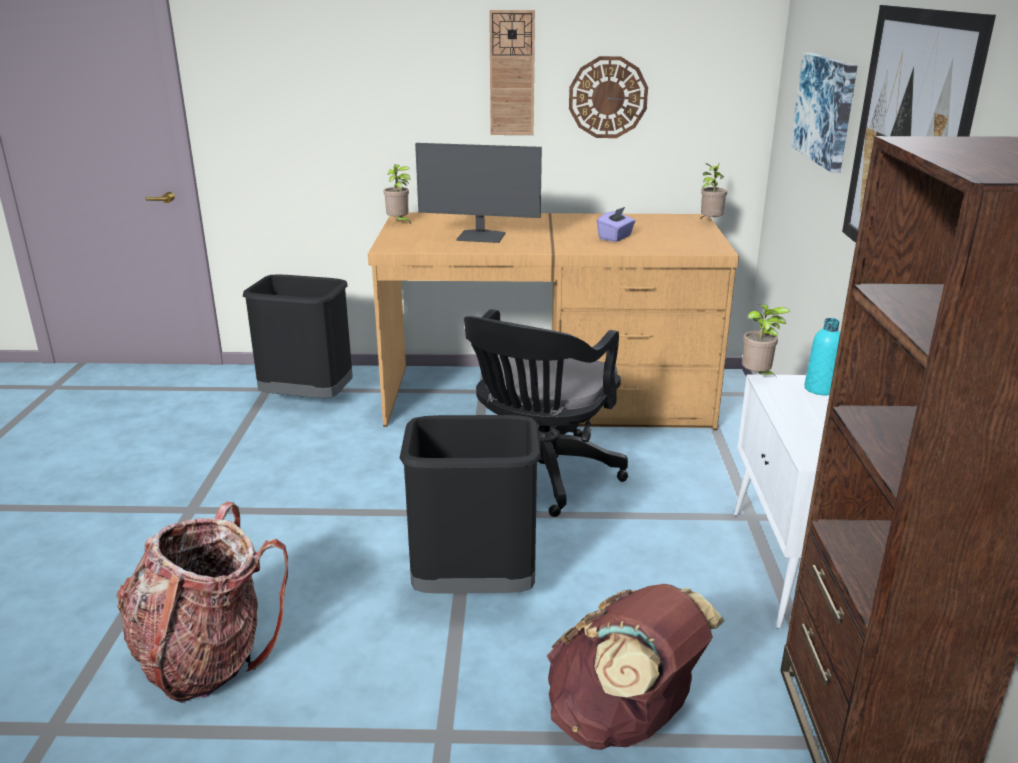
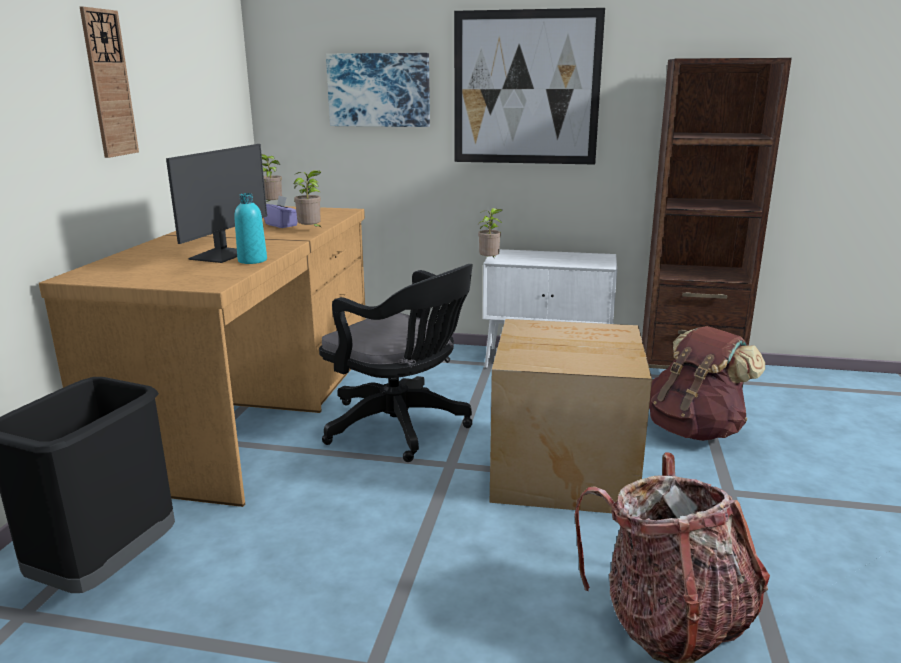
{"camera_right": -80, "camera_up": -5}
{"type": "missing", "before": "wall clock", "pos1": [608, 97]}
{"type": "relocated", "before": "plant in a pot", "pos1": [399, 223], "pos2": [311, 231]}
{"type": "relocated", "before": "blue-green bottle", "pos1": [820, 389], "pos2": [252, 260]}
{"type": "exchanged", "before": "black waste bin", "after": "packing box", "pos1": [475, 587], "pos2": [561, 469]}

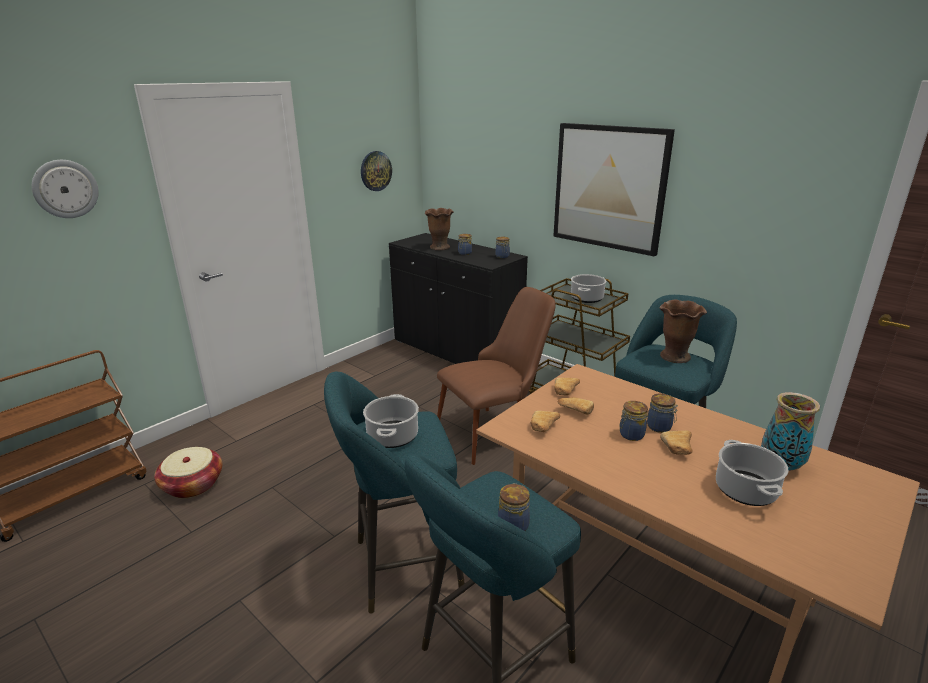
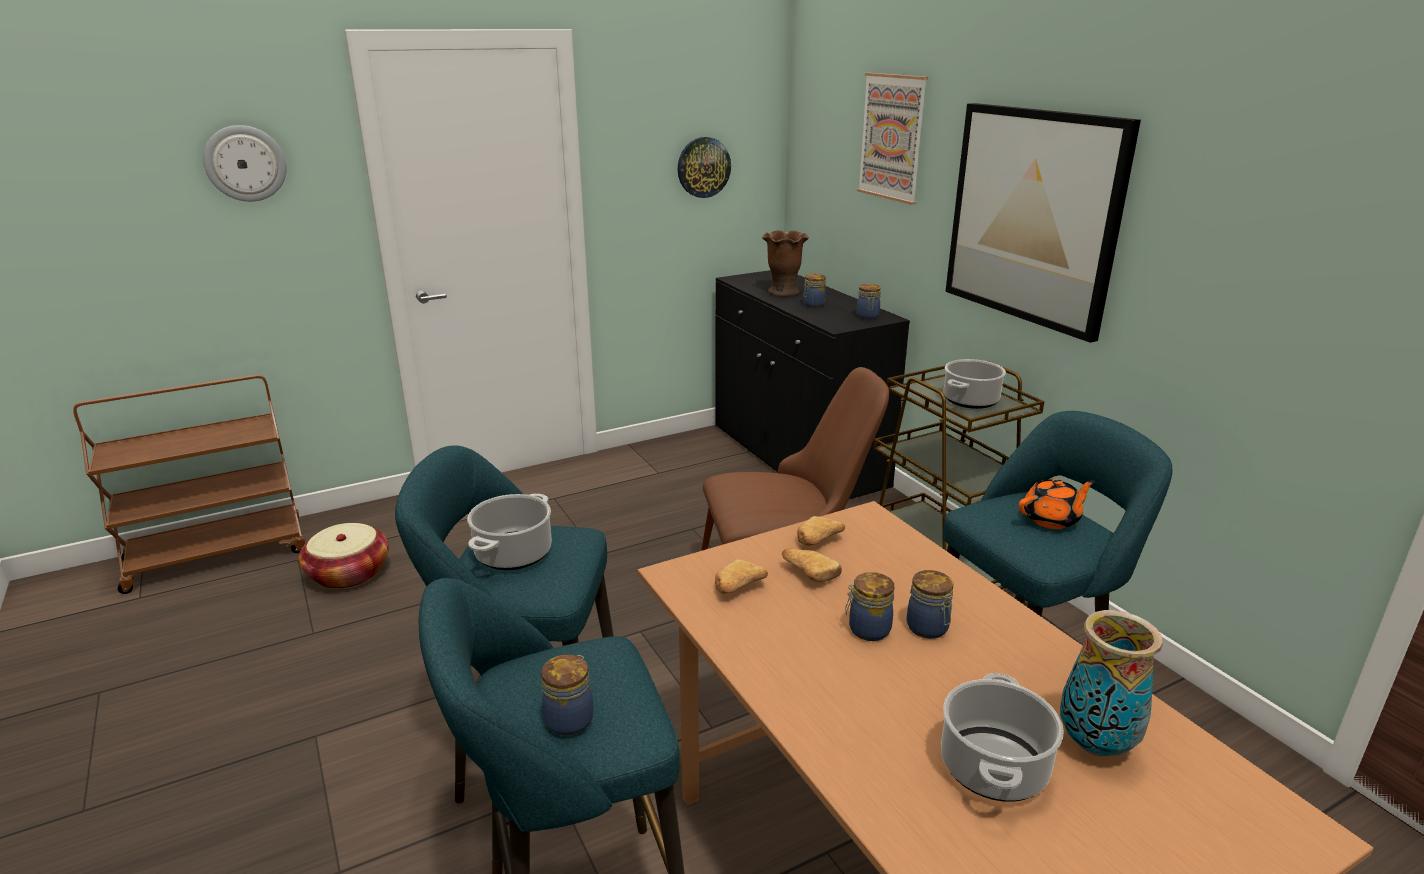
{"camera_right": 20, "camera_up": 0}
{"type": "exchanged", "before": "brownish flower vase", "after": "orange teapot", "pos1": [674, 356], "pos2": [1051, 519]}
{"type": "missing", "before": "baked bread", "pos1": [677, 449]}
{"type": "appeared", "after": "picture", "pos2": [892, 137]}

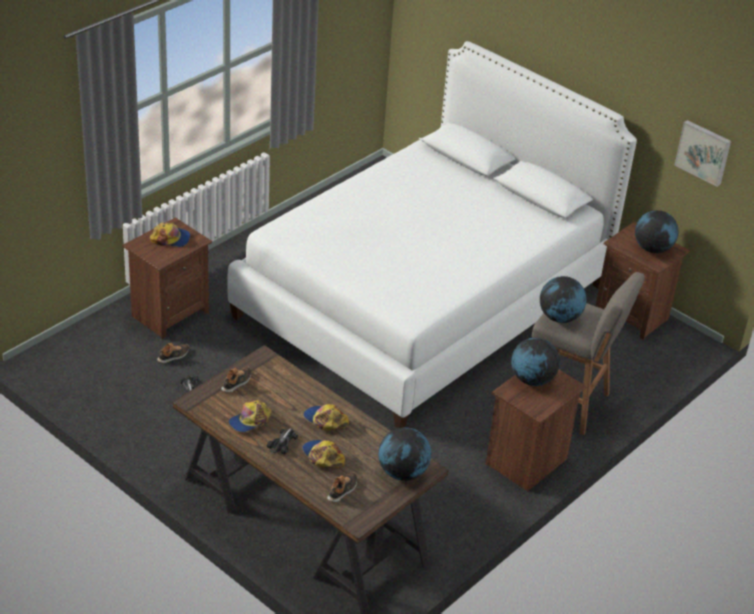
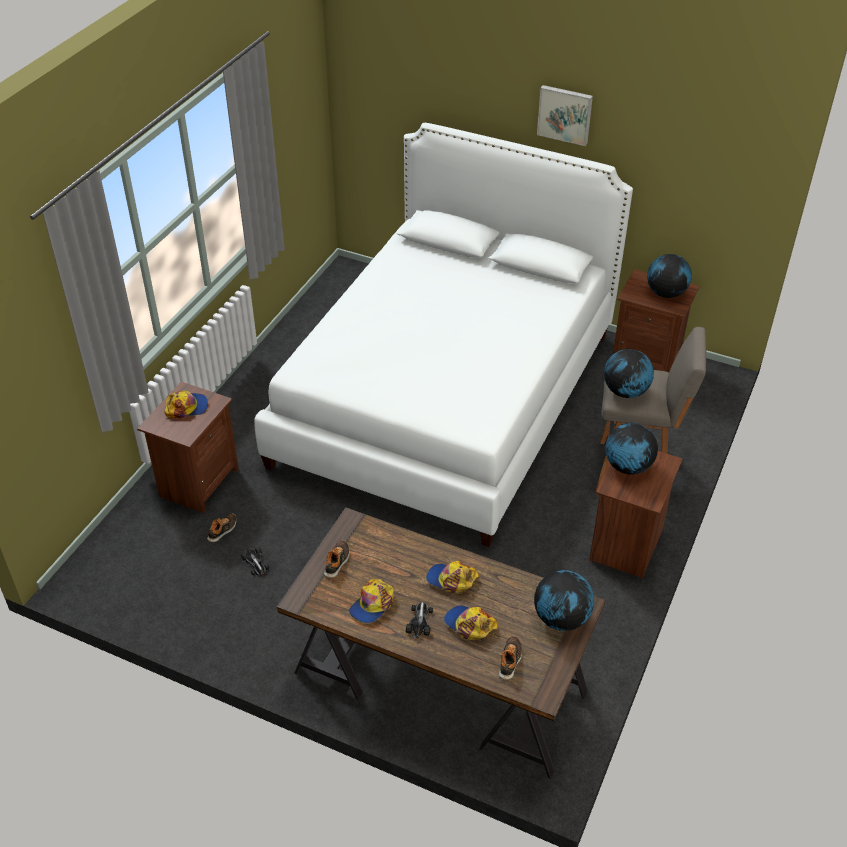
{"camera_right": -15, "camera_up": 5}
{"type": "relocated", "before": "picture", "pos1": [704, 152], "pos2": [565, 114]}

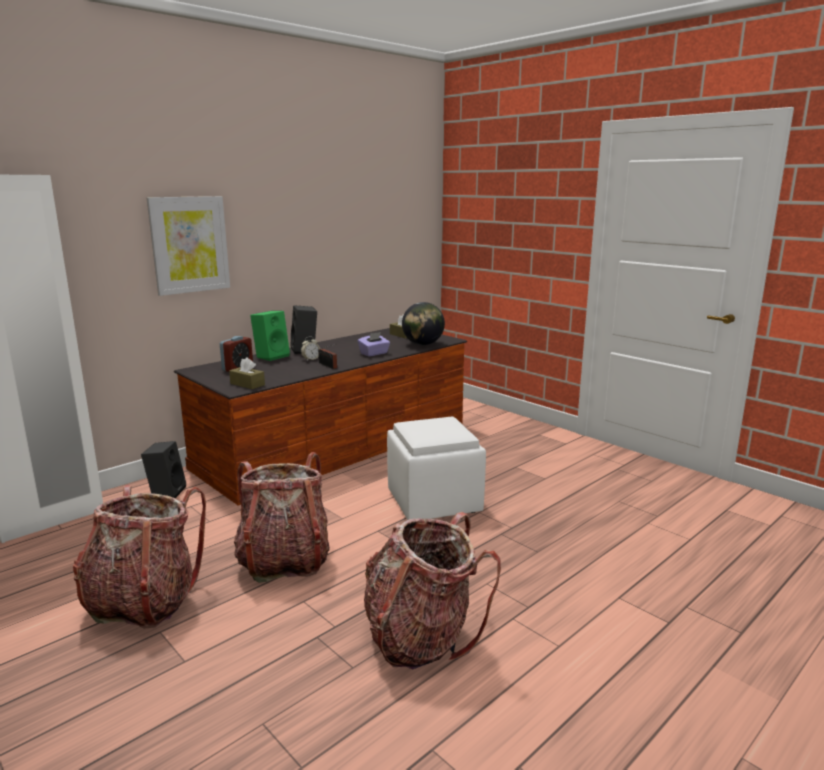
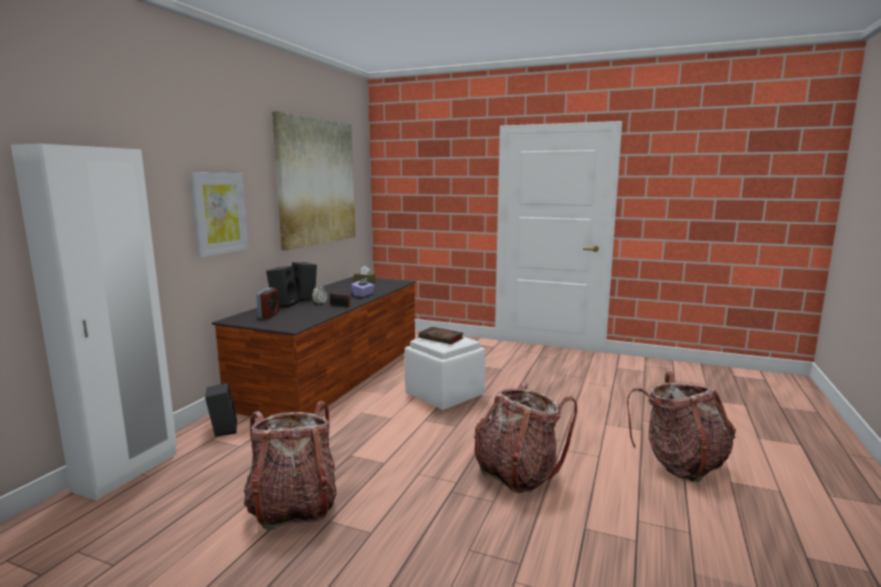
{"camera_right": -25, "camera_up": -5}
{"type": "missing", "before": "world globe", "pos1": [423, 344]}
{"type": "colour", "before": "green-coloured speaker", "after": "black speaker", "pos1": [272, 356], "pos2": [283, 304]}
{"type": "missing", "before": "brownish tissue box", "pos1": [247, 384]}
{"type": "relocated", "before": "knapsack", "pos1": [284, 560], "pos2": [681, 463]}
{"type": "appeared", "after": "picture", "pos2": [316, 182]}
{"type": "appeared", "after": "book", "pos2": [442, 338]}

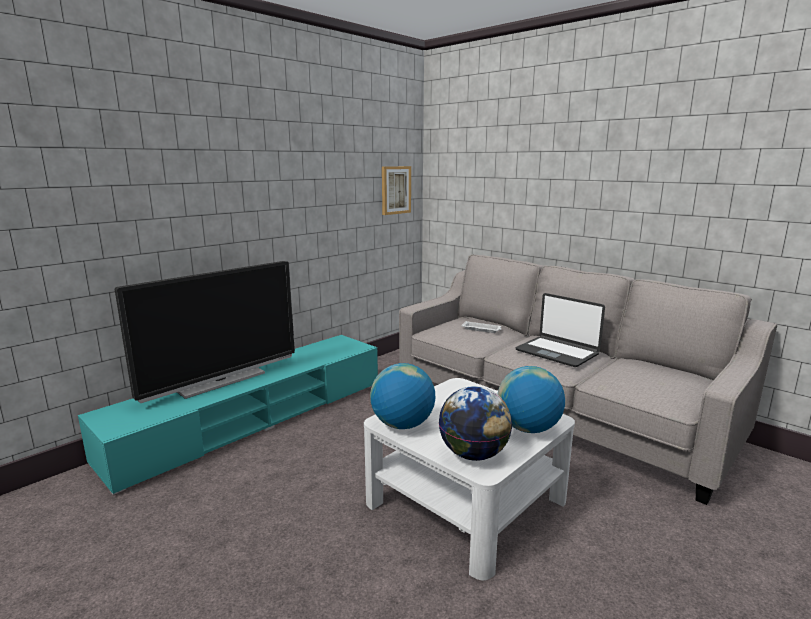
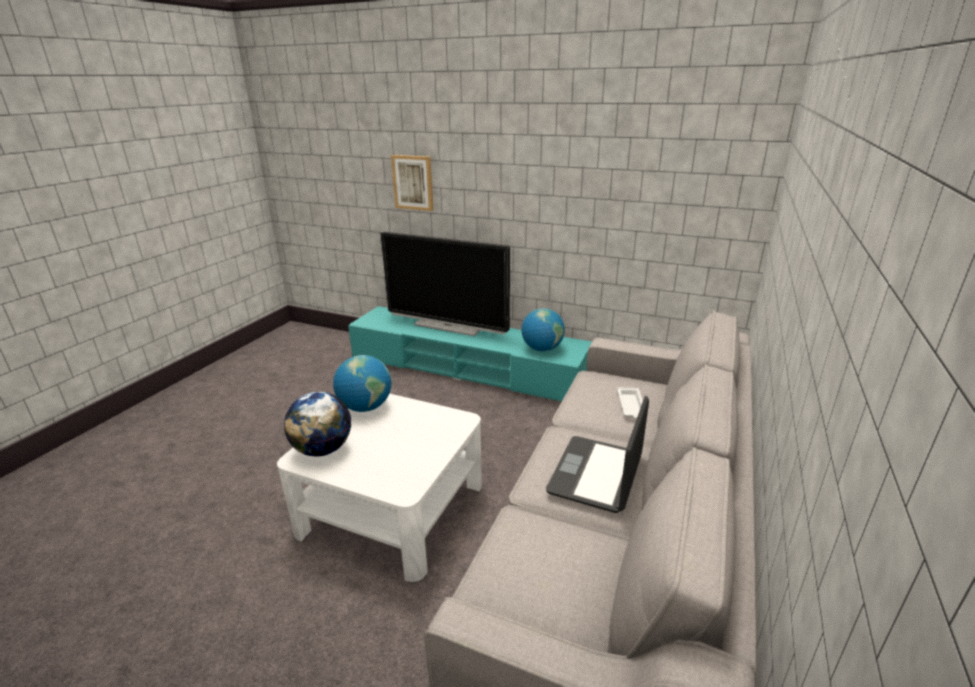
{"camera_right": 70, "camera_up": 10}
{"type": "relocated", "before": "picture", "pos1": [395, 190], "pos2": [413, 182]}
{"type": "relocated", "before": "world globe", "pos1": [528, 428], "pos2": [542, 349]}

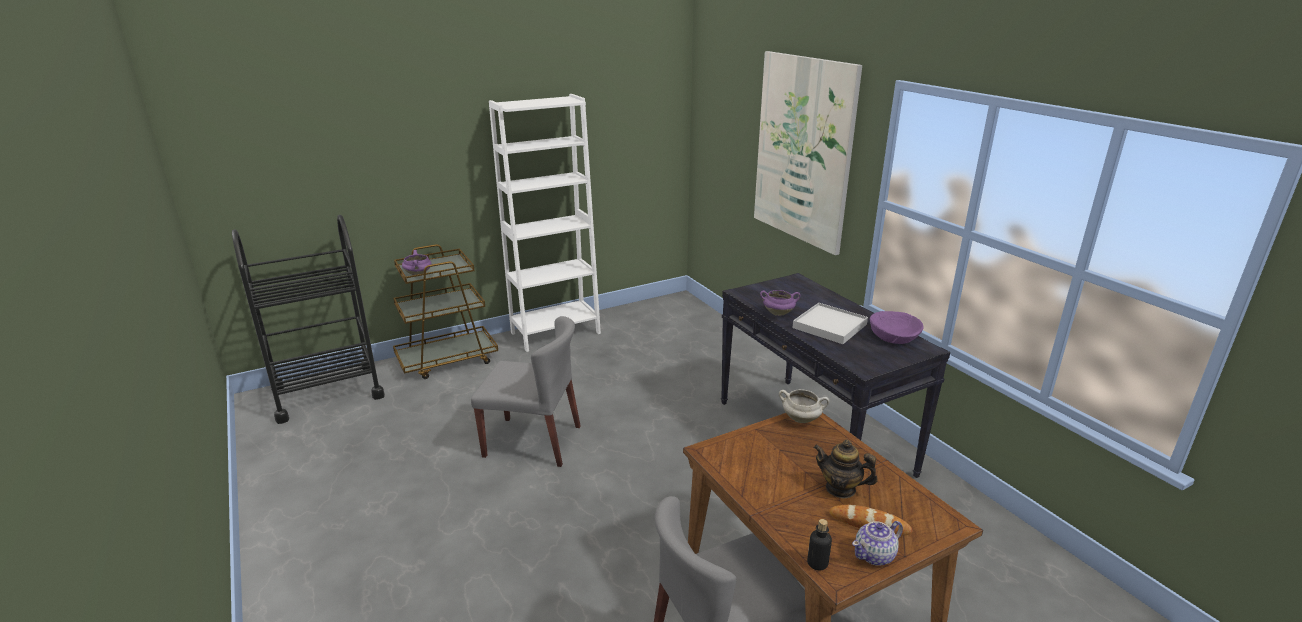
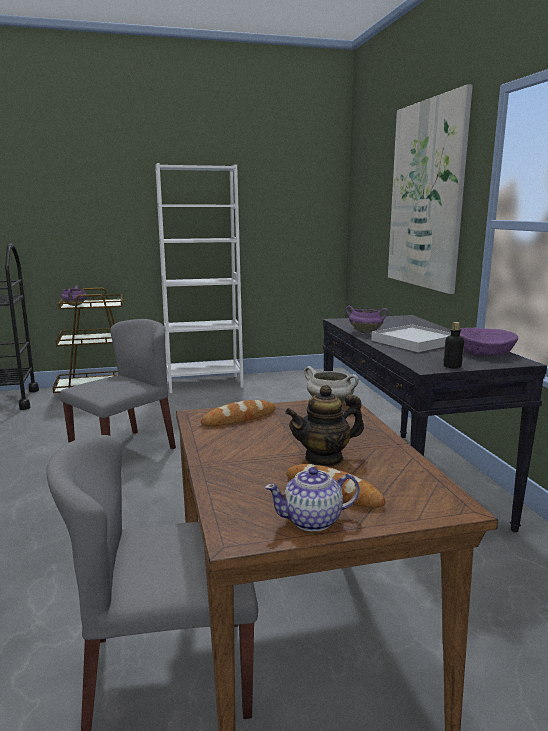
{"camera_right": 15, "camera_up": -10}
{"type": "spun", "before": "greyish chair", "pos1": [533, 441], "pos2": [124, 451], "turn": -75}
{"type": "spun", "before": "teapot", "pos1": [840, 489], "pos2": [324, 458], "turn": -60}
{"type": "relocated", "before": "bottle", "pos1": [817, 563], "pos2": [452, 366]}
{"type": "appeared", "after": "baked bread", "pos2": [239, 418]}

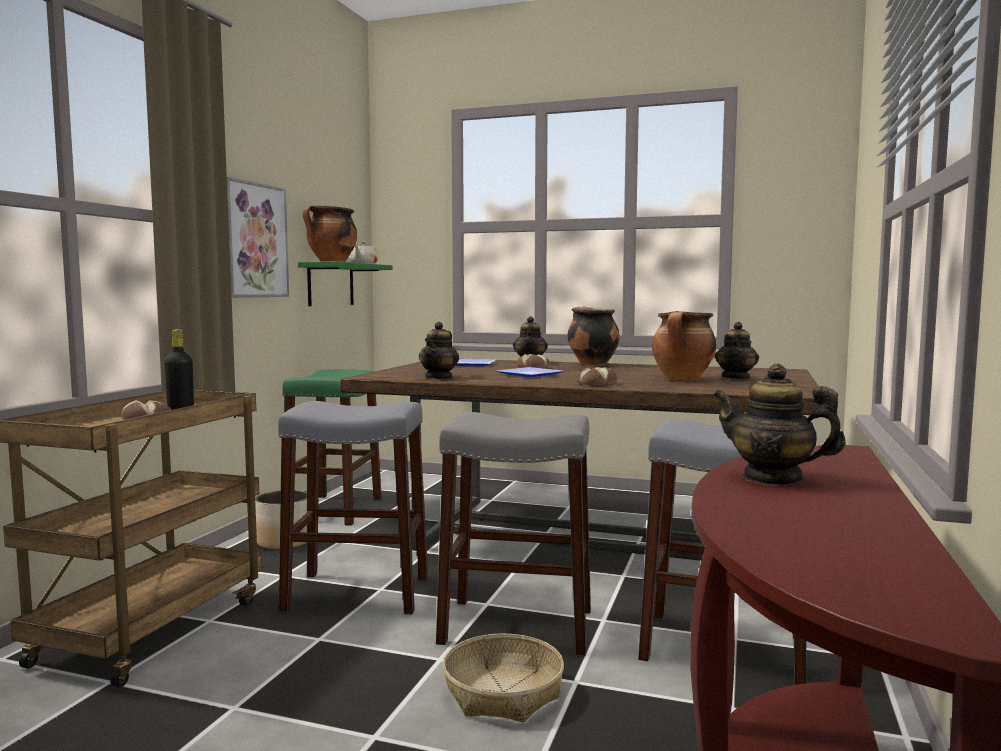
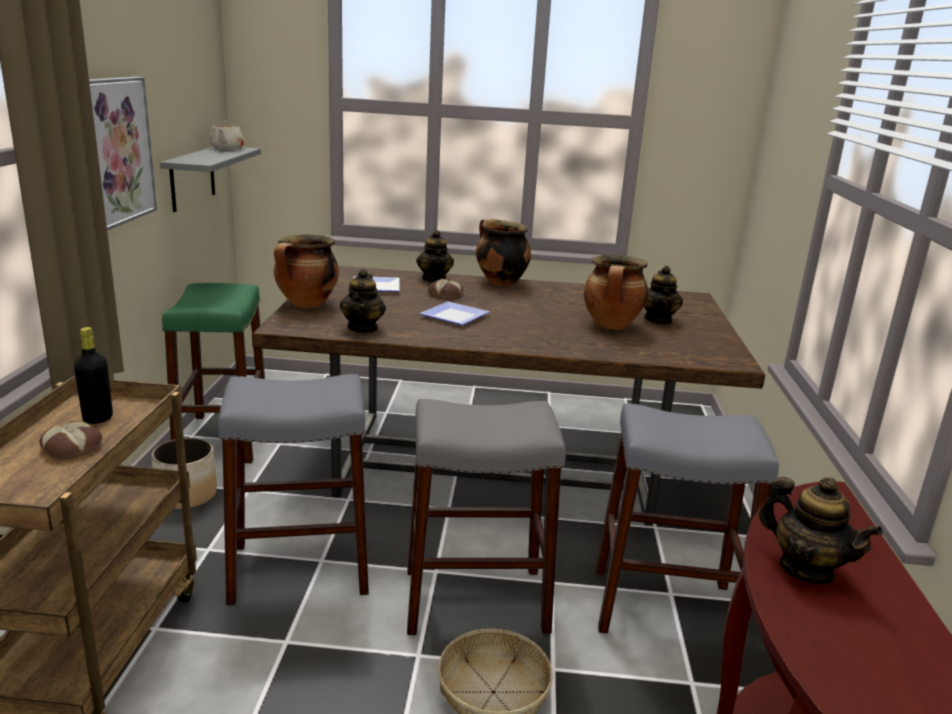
{"camera_right": -15, "camera_up": 15}
{"type": "relocated", "before": "saucepot", "pos1": [331, 262], "pos2": [306, 304]}
{"type": "colour", "before": "green-coloured shelf", "after": "greyish shelf", "pos1": [330, 284], "pos2": [192, 178]}
{"type": "spun", "before": "teapot", "pos1": [773, 479], "pos2": [806, 569], "turn": -150}
{"type": "missing", "before": "baked bread", "pos1": [596, 383]}

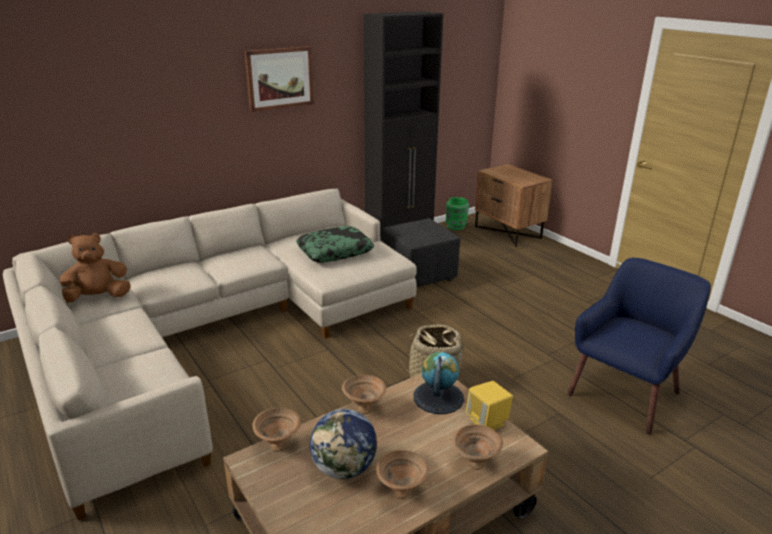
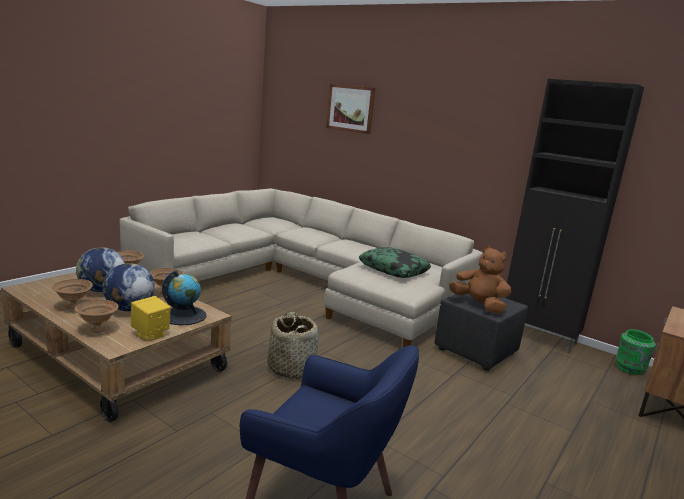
{"camera_right": 70, "camera_up": -10}
{"type": "relocated", "before": "picture", "pos1": [279, 78], "pos2": [350, 108]}
{"type": "relocated", "before": "brownish cuddly toy", "pos1": [97, 298], "pos2": [479, 305]}
{"type": "appeared", "after": "world globe", "pos2": [129, 309]}

